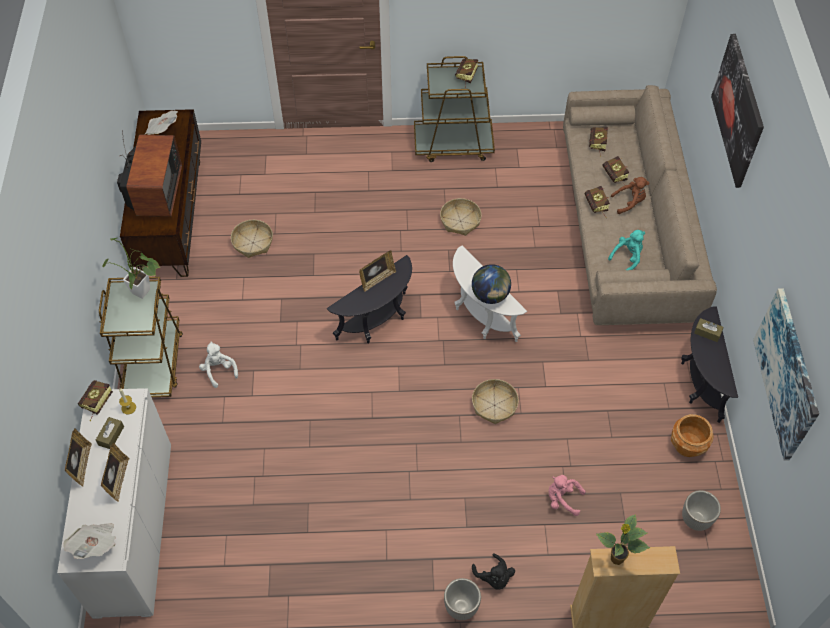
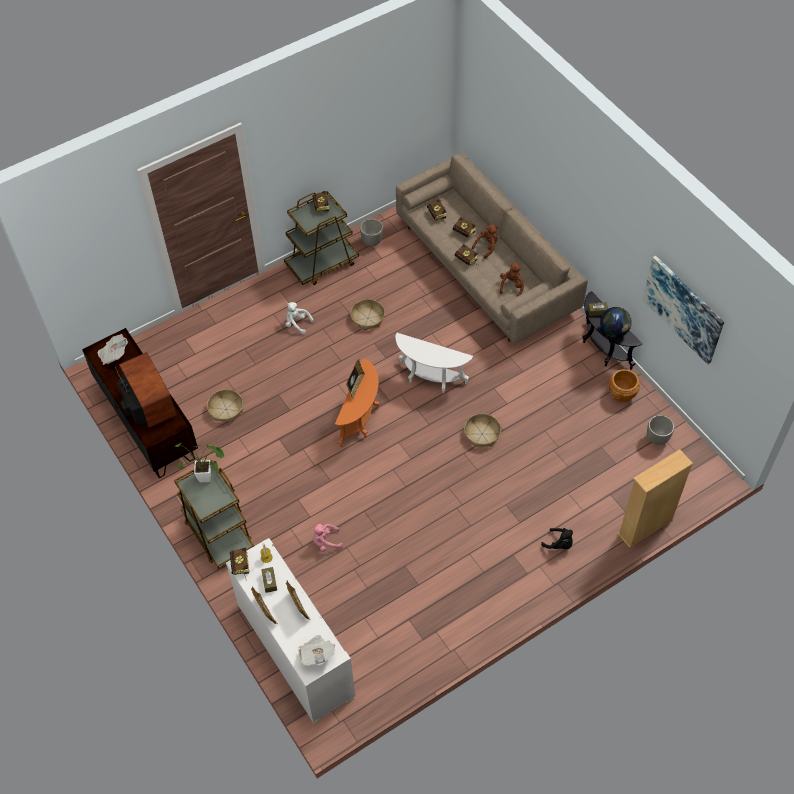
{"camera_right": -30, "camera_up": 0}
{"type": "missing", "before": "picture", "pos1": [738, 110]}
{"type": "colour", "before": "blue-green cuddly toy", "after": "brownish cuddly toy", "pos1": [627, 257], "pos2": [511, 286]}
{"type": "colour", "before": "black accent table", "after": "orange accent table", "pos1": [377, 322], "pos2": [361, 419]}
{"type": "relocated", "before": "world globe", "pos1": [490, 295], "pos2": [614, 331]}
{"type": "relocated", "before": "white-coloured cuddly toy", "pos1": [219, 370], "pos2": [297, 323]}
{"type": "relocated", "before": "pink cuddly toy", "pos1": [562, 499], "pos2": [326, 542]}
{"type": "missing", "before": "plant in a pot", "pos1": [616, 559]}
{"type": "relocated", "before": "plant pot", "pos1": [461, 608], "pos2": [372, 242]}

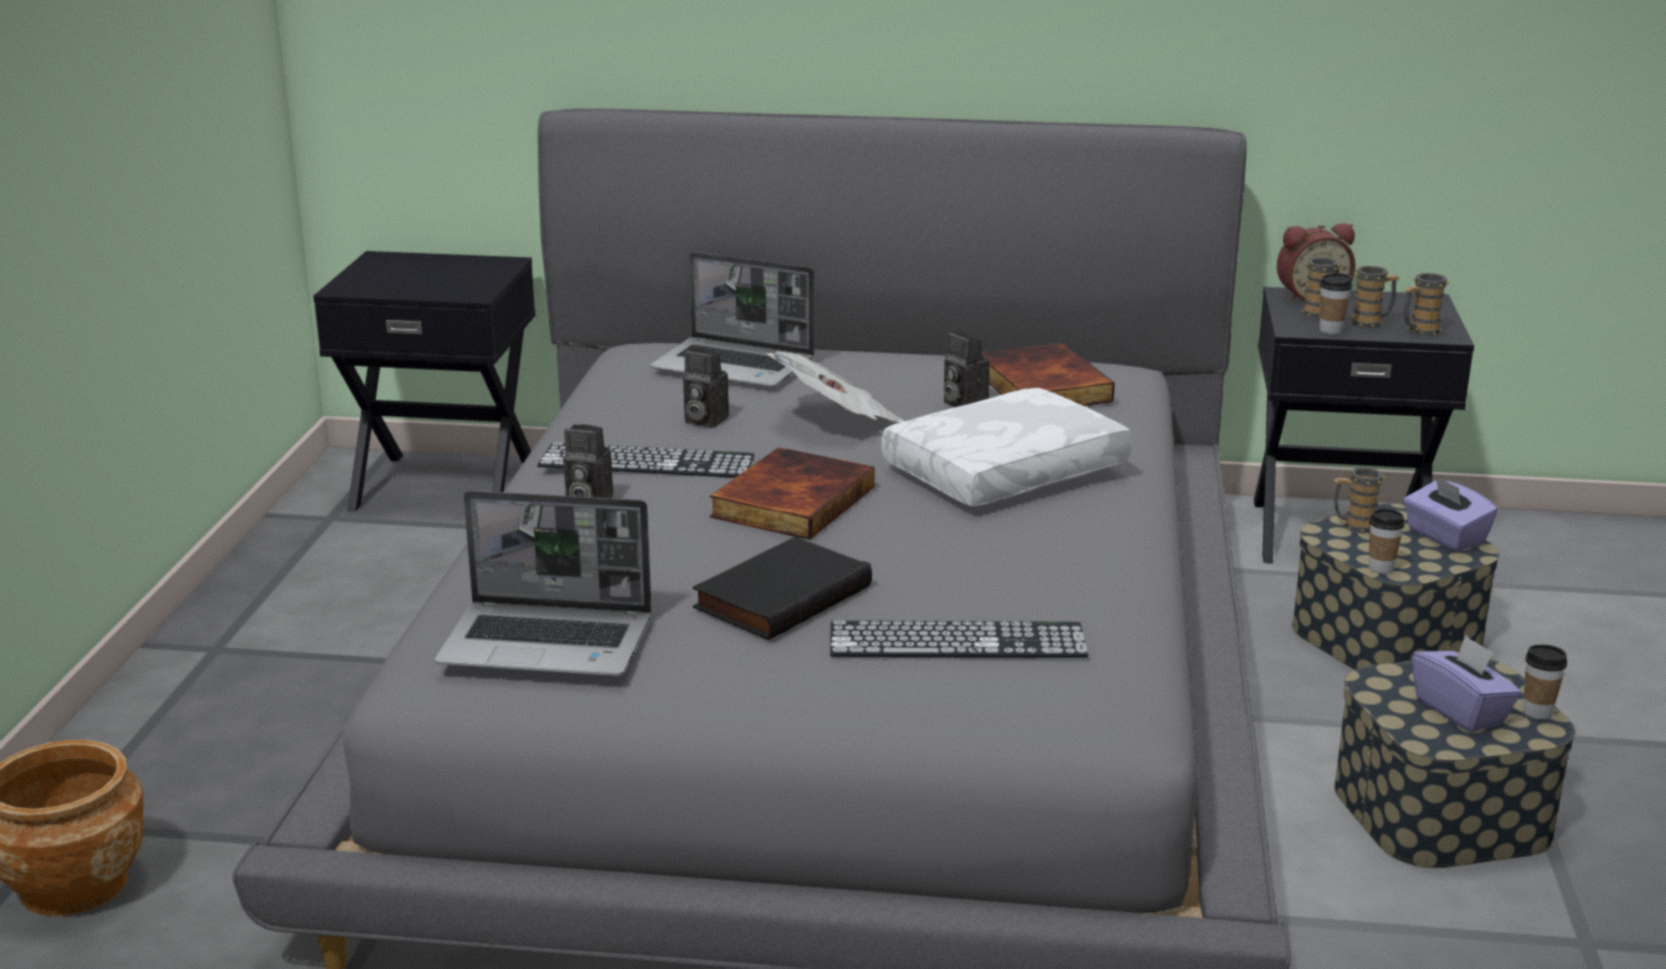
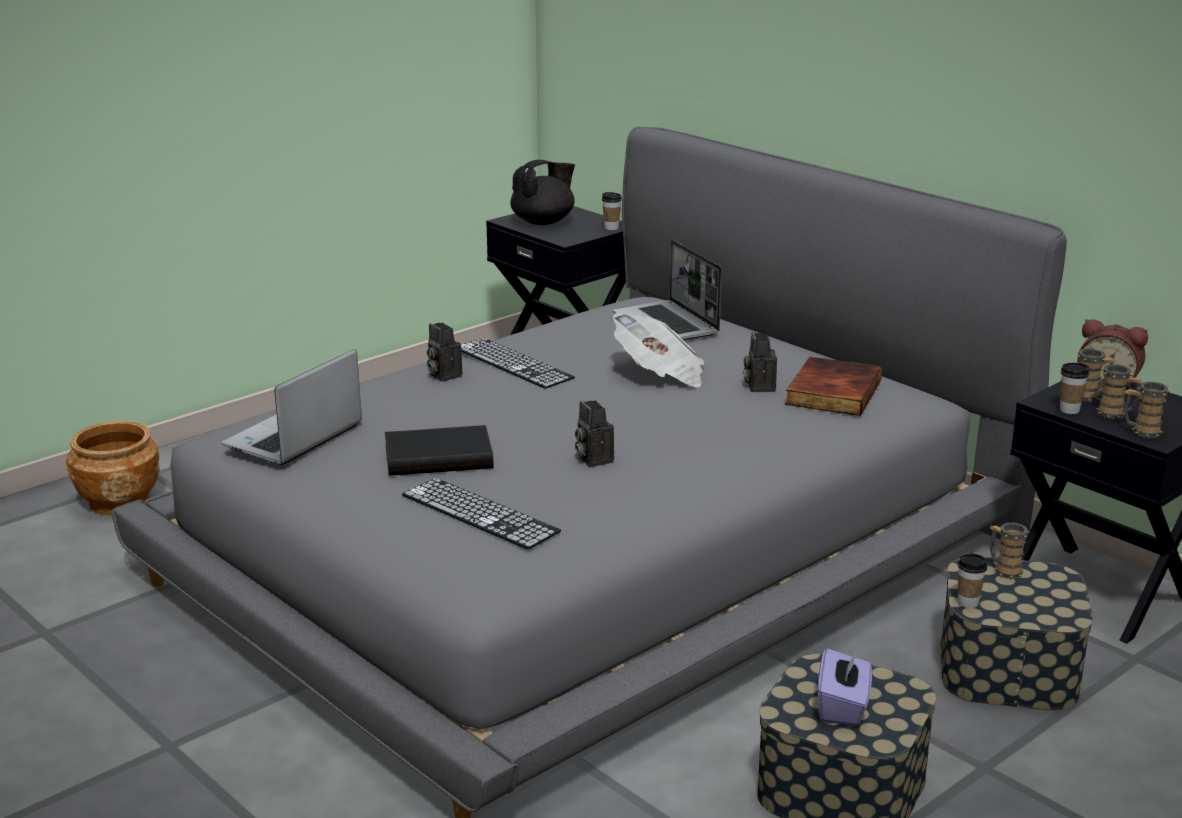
{"camera_right": 40, "camera_up": 0}
{"type": "relocated", "before": "still camera", "pos1": [703, 420], "pos2": [592, 459]}
{"type": "missing", "before": "white-coloured throw pillow", "pos1": [1006, 473]}
{"type": "missing", "before": "book", "pos1": [791, 501]}
{"type": "missing", "before": "purple tissue box", "pos1": [1445, 537]}
{"type": "spun", "before": "laptop", "pos1": [549, 643], "pos2": [293, 438], "turn": 75}
{"type": "relocated", "before": "small cup", "pos1": [1537, 712], "pos2": [611, 228]}
{"type": "appeared", "after": "black teapot", "pos2": [543, 222]}

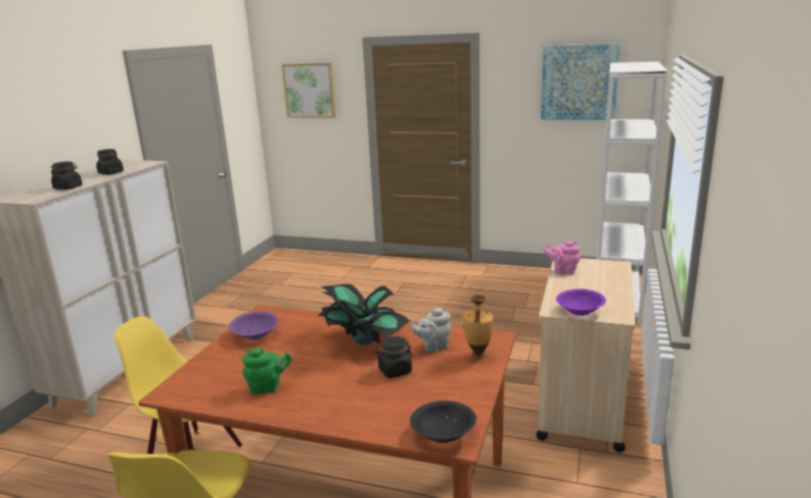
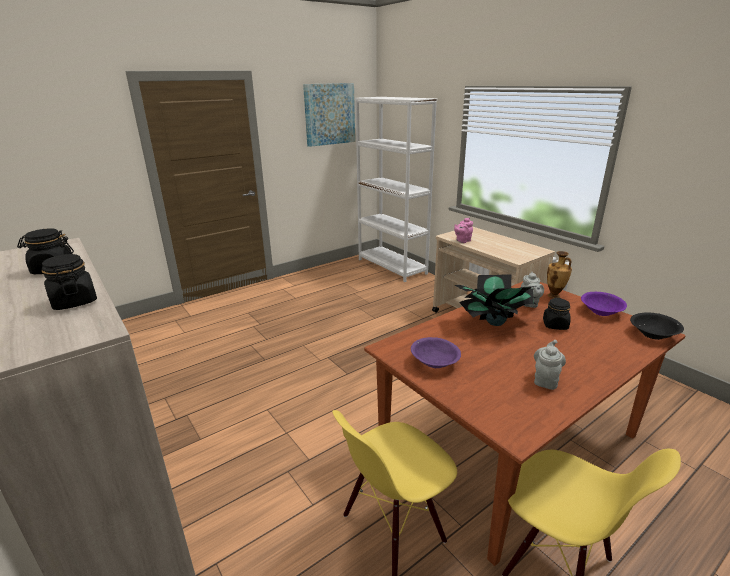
{"camera_right": -55, "camera_up": 5}
{"type": "missing", "before": "picture", "pos1": [309, 90]}
{"type": "relocated", "before": "purple serving bowl", "pos1": [580, 311], "pos2": [601, 312]}
{"type": "colour", "before": "green-coloured teapot", "after": "greyish teapot", "pos1": [268, 388], "pos2": [545, 380]}

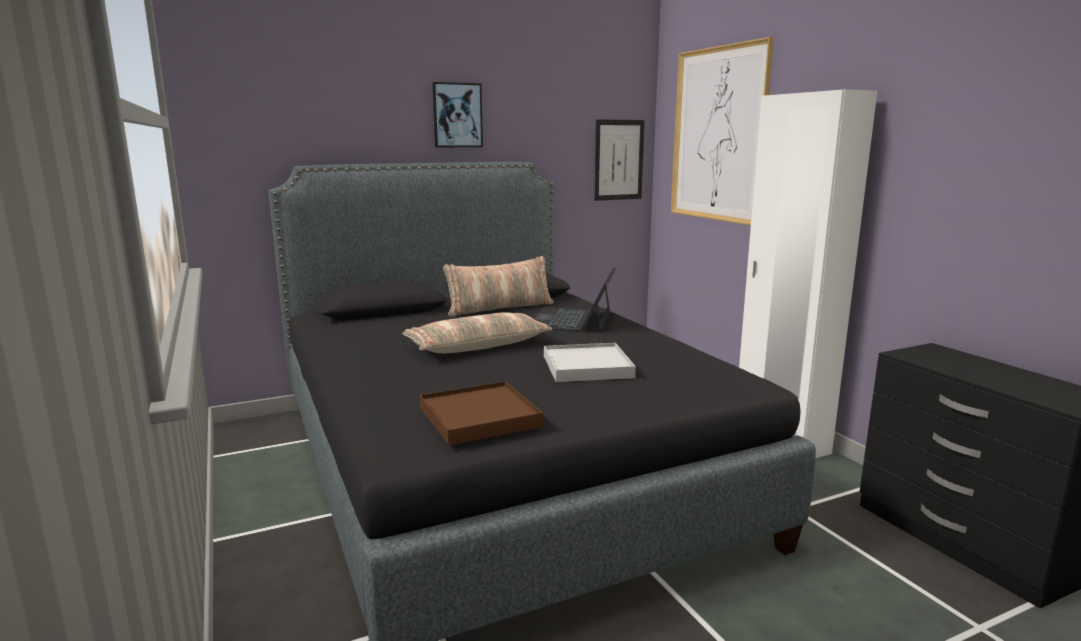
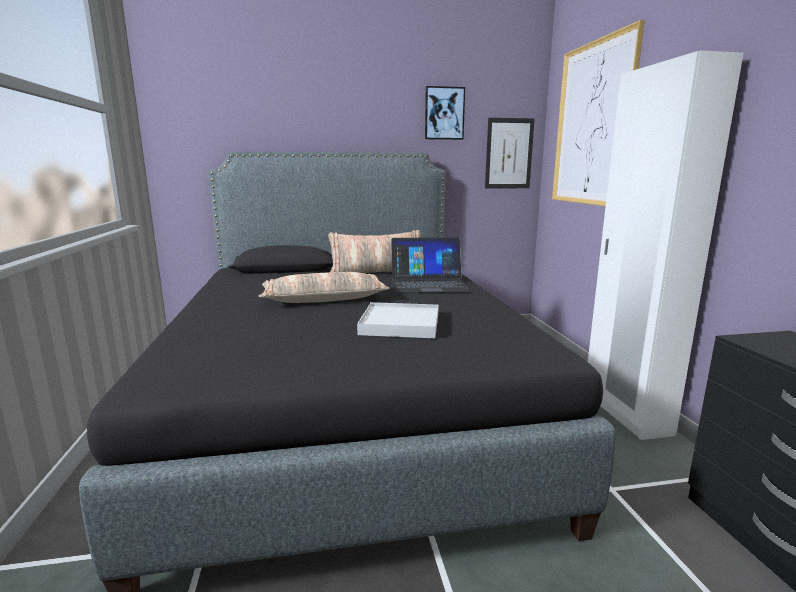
{"camera_right": 15, "camera_up": 0}
{"type": "relocated", "before": "picture", "pos1": [457, 115], "pos2": [444, 113]}
{"type": "spun", "before": "laptop", "pos1": [572, 319], "pos2": [428, 284], "turn": -120}
{"type": "missing", "before": "brownish carrying tray", "pos1": [479, 417]}

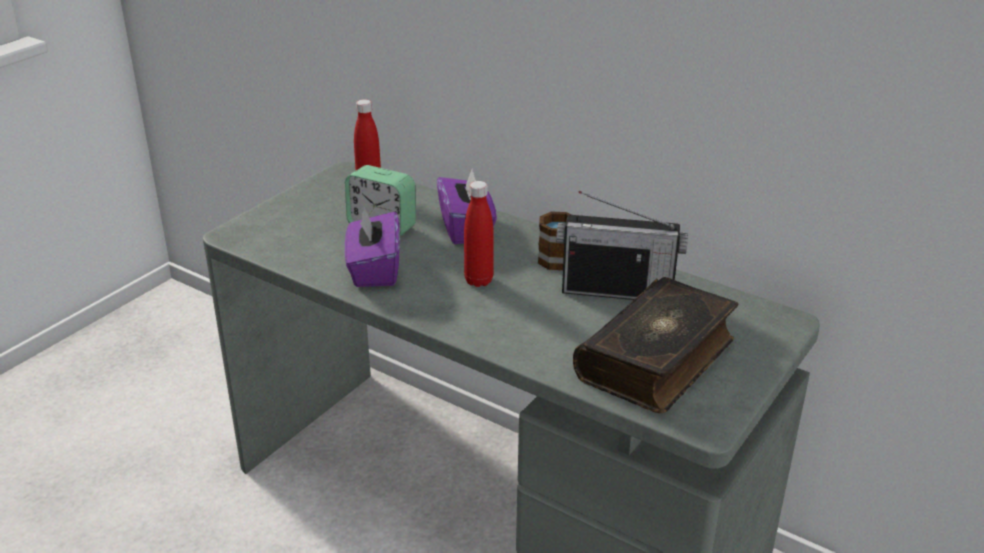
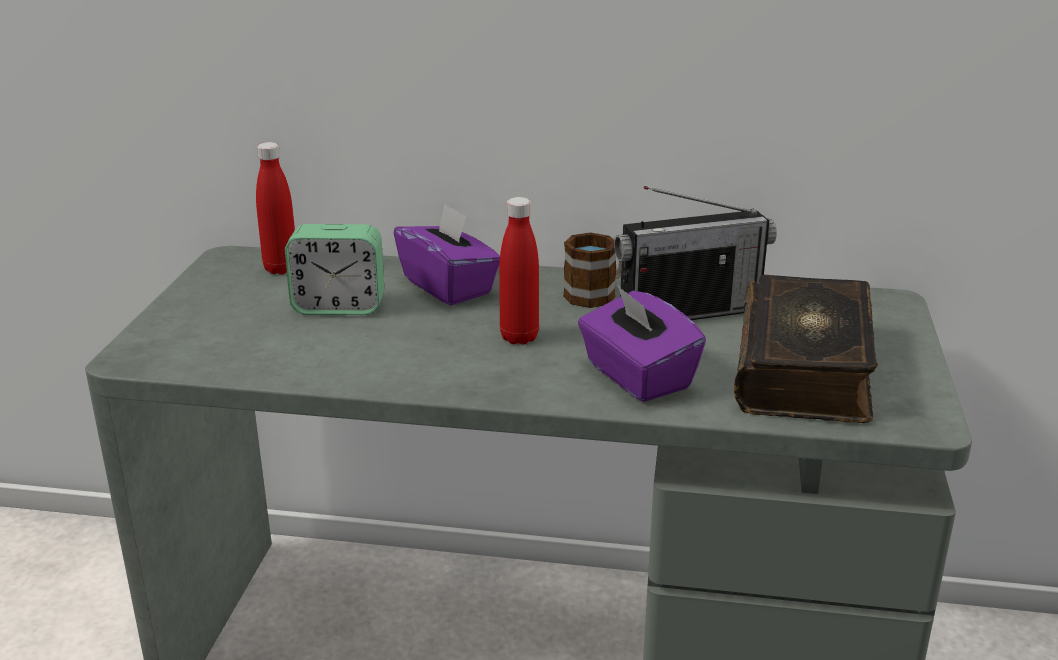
{"camera_right": -25, "camera_up": -5}
{"type": "relocated", "before": "purple tissue box", "pos1": [374, 270], "pos2": [636, 376]}

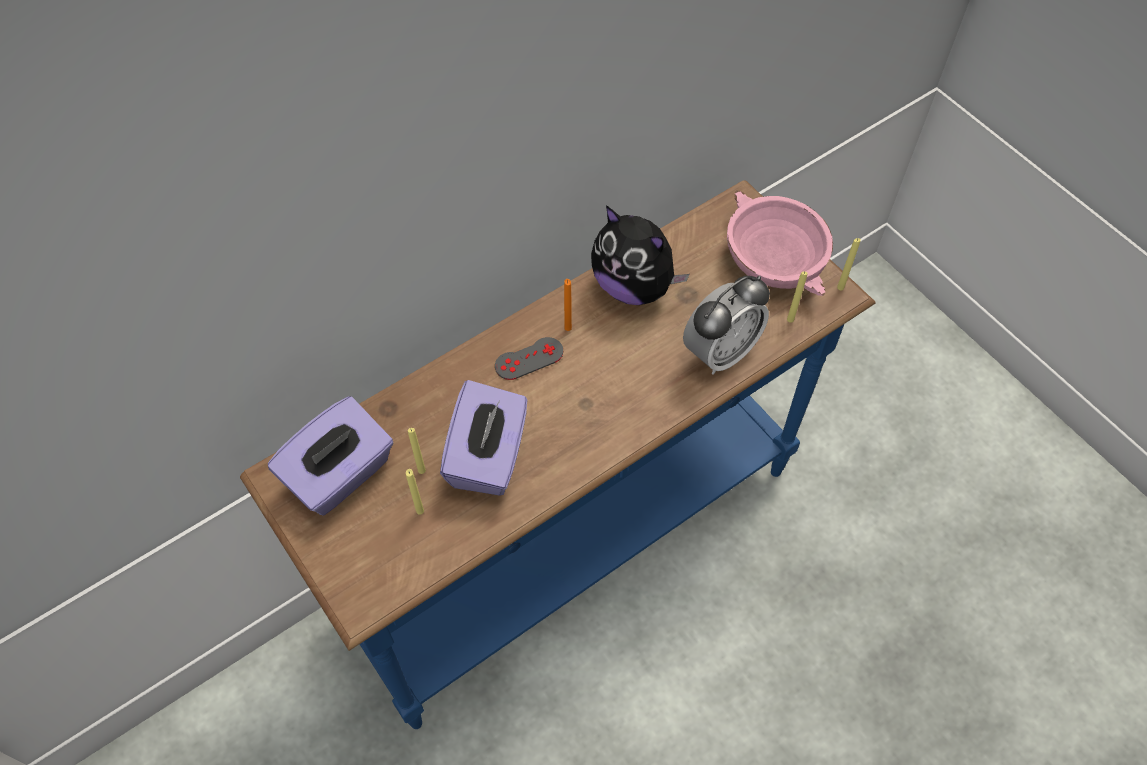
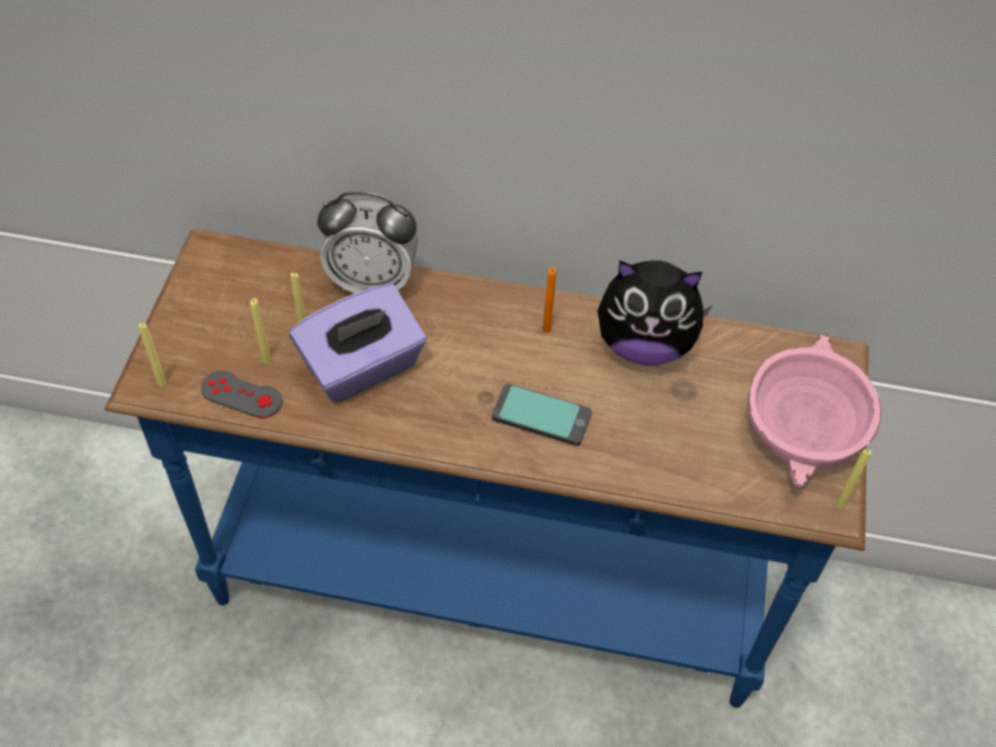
{"camera_right": 45, "camera_up": -5}
{"type": "spun", "before": "cuddly toy", "pos1": [634, 286], "pos2": [644, 344], "turn": -75}
{"type": "relocated", "before": "yellowish candle", "pos1": [790, 319], "pos2": [162, 383]}
{"type": "relocated", "before": "bedside clock", "pos1": [720, 352], "pos2": [372, 283]}
{"type": "relocated", "before": "greyish game controller", "pos1": [529, 359], "pos2": [241, 395]}
{"type": "missing", "before": "purple tissue box", "pos1": [340, 474]}
{"type": "appeared", "after": "phone", "pos2": [541, 415]}

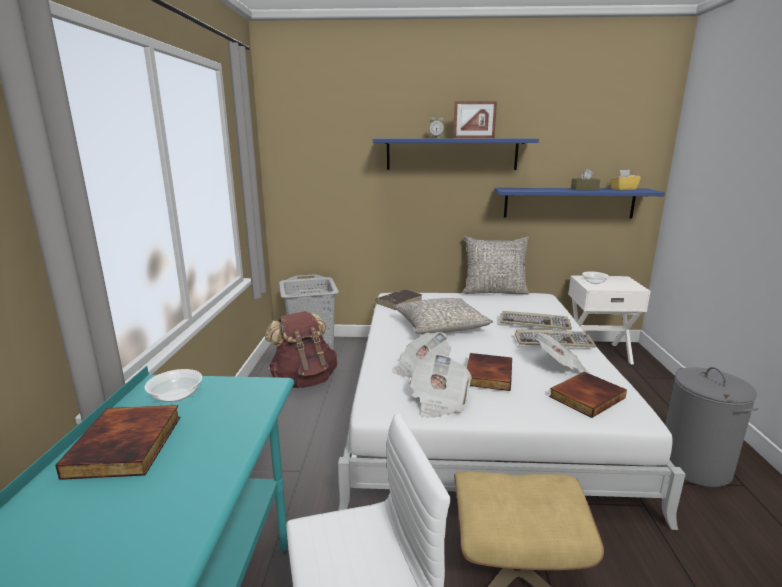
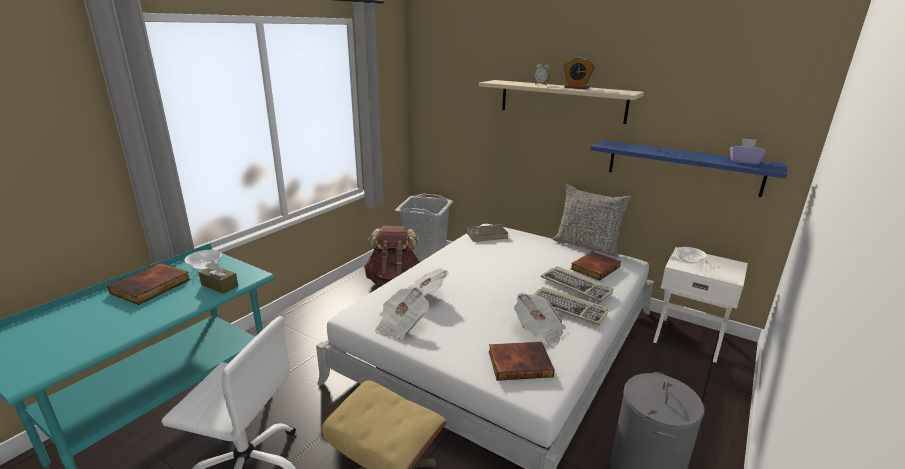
{"camera_right": 30, "camera_up": 5}
{"type": "exchanged", "before": "standing frame", "after": "bedside clock", "pos1": [473, 138], "pos2": [576, 88]}
{"type": "colour", "before": "bluish shelf", "after": "sand-coloured shelf", "pos1": [451, 154], "pos2": [561, 101]}
{"type": "relocated", "before": "brownish tissue box", "pos1": [584, 189], "pos2": [219, 285]}
{"type": "colour", "before": "yellowish tissue box", "after": "purple tissue box", "pos1": [623, 189], "pos2": [744, 162]}
{"type": "missing", "before": "greyish throw pillow", "pos1": [440, 326]}
{"type": "relocated", "before": "book", "pos1": [487, 374], "pos2": [594, 267]}

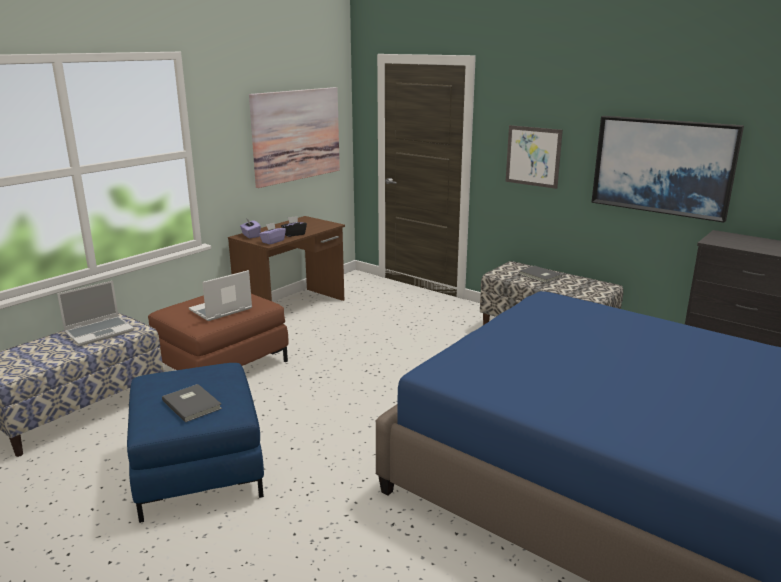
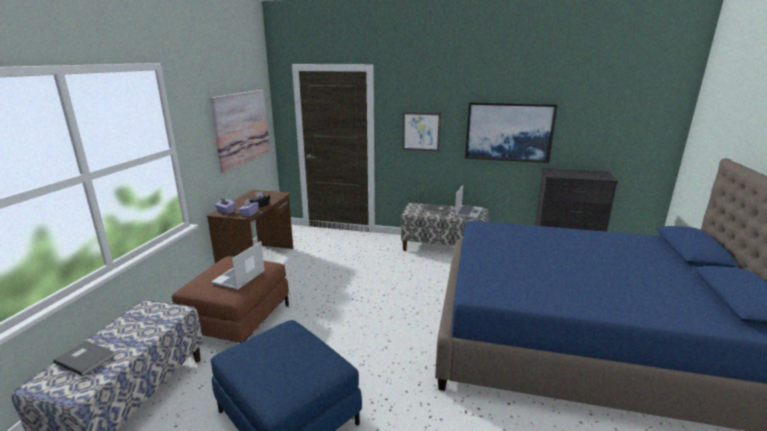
{"camera_right": -25, "camera_up": 0}
{"type": "relocated", "before": "laptop", "pos1": [100, 332], "pos2": [468, 212]}
{"type": "relocated", "before": "greyish book", "pos1": [193, 404], "pos2": [86, 358]}

